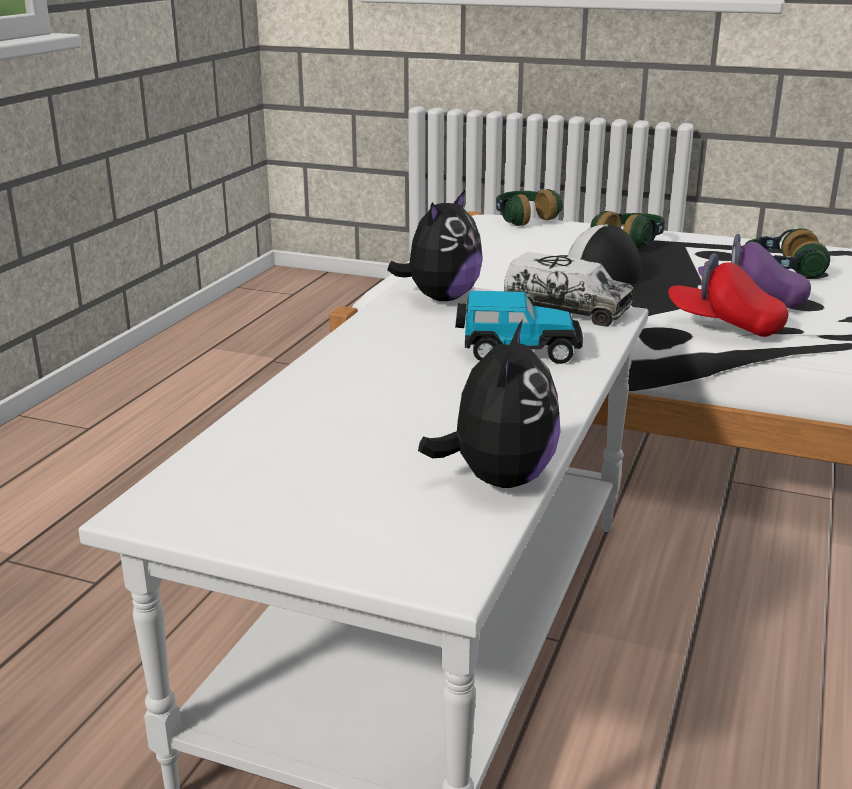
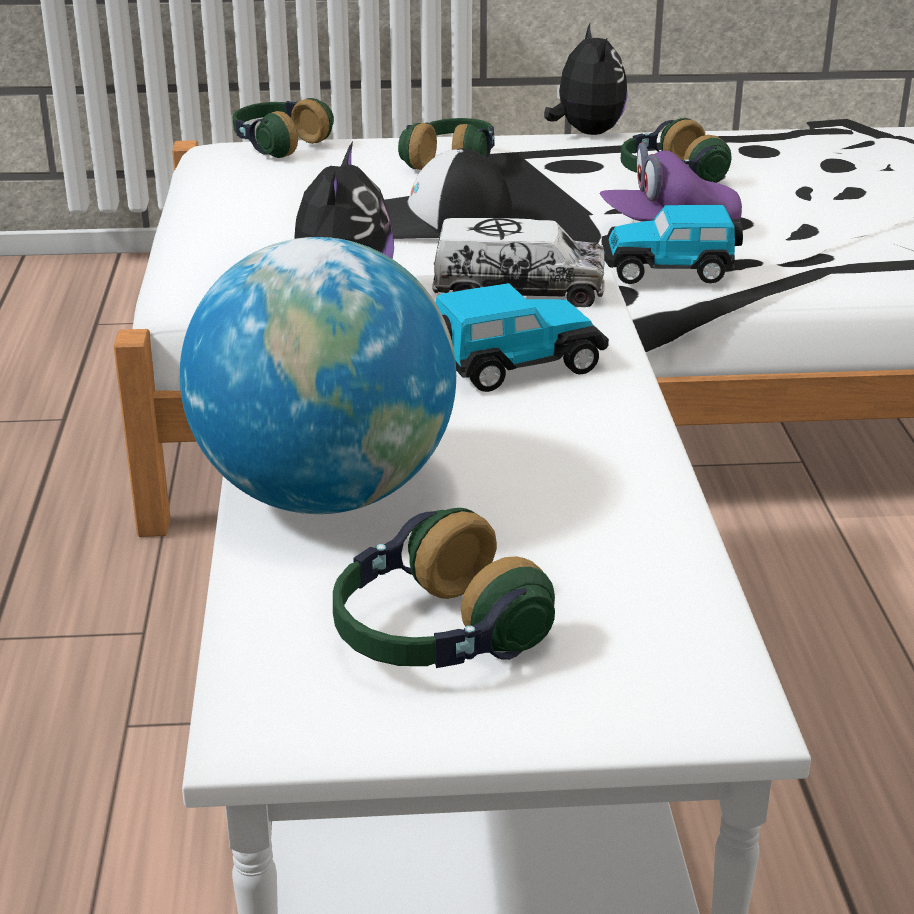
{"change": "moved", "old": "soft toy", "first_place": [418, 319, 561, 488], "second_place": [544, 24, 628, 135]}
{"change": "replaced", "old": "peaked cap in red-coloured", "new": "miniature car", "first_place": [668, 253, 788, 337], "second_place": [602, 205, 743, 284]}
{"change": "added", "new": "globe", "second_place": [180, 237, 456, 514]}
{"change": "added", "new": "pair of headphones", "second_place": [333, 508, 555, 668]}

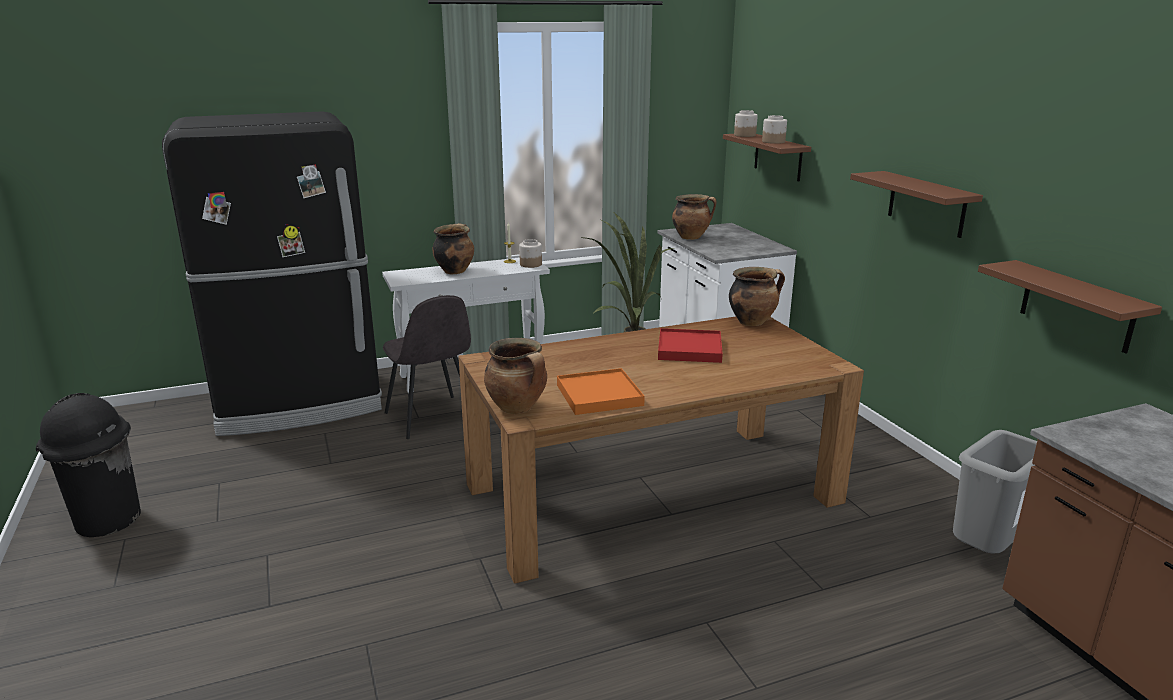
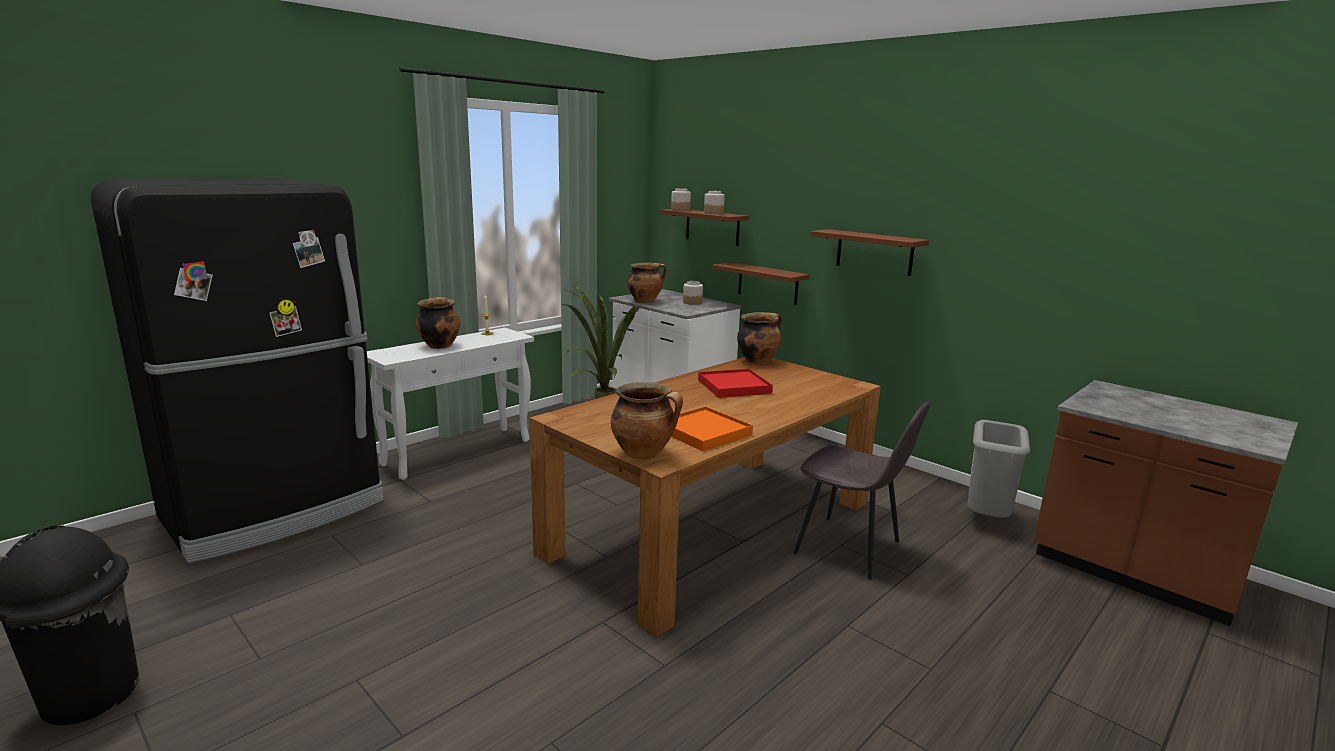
{"change": "moved", "old": "plain chair in grey", "first_place": [383, 295, 471, 439], "second_place": [794, 401, 931, 580]}
{"change": "moved", "old": "preserve jar", "first_place": [519, 239, 542, 268], "second_place": [683, 281, 703, 305]}
{"change": "moved", "old": "bracket shelf in brown-coloured", "first_place": [978, 260, 1162, 353], "second_place": [712, 262, 810, 305]}

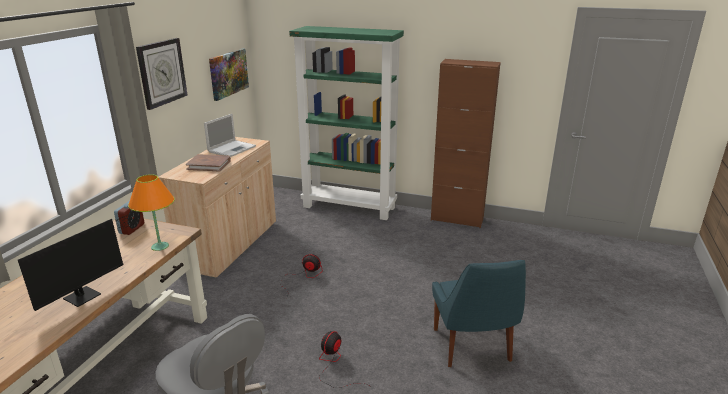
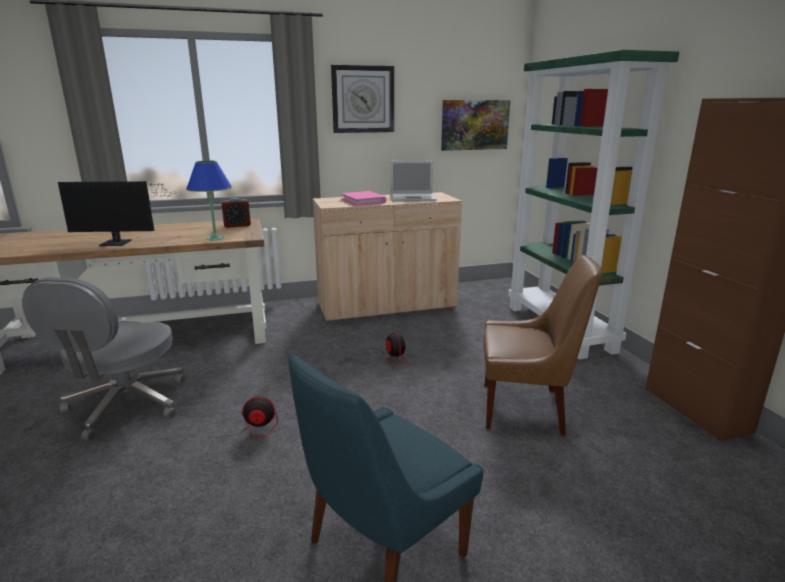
{"change": "recoloured", "old": "tabletop lamp in orangey", "new": "tabletop lamp in bluish", "first_place": [128, 174, 175, 251], "second_place": [186, 161, 232, 241]}
{"change": "recoloured", "old": "book in brown-coloured", "new": "book in pinkish", "first_place": [186, 154, 231, 172], "second_place": [341, 191, 386, 206]}
{"change": "added", "new": "plain chair in brown-coloured", "second_place": [483, 255, 602, 436]}

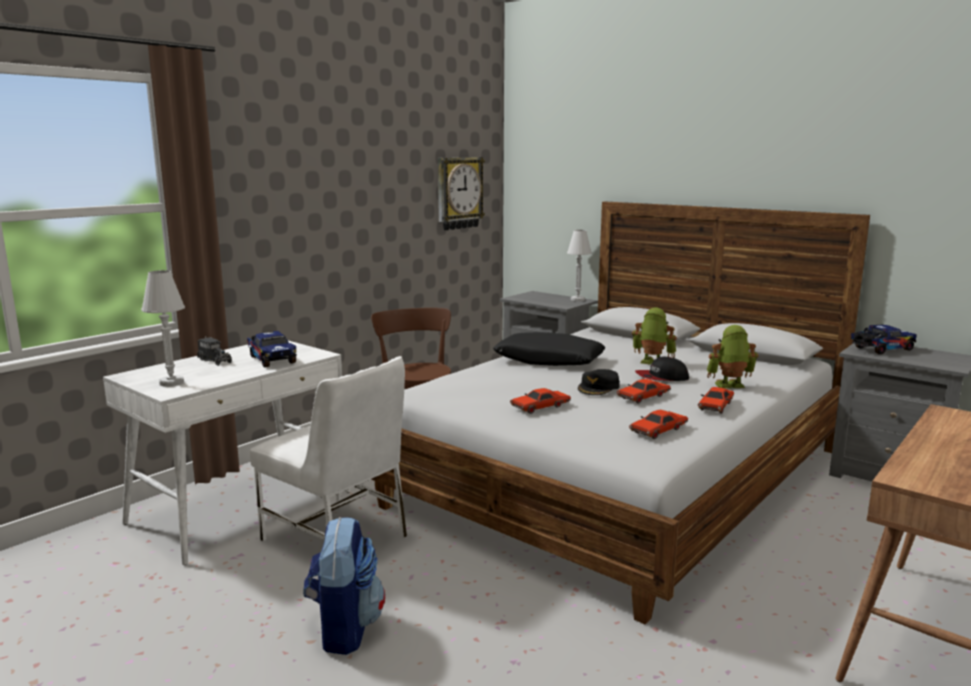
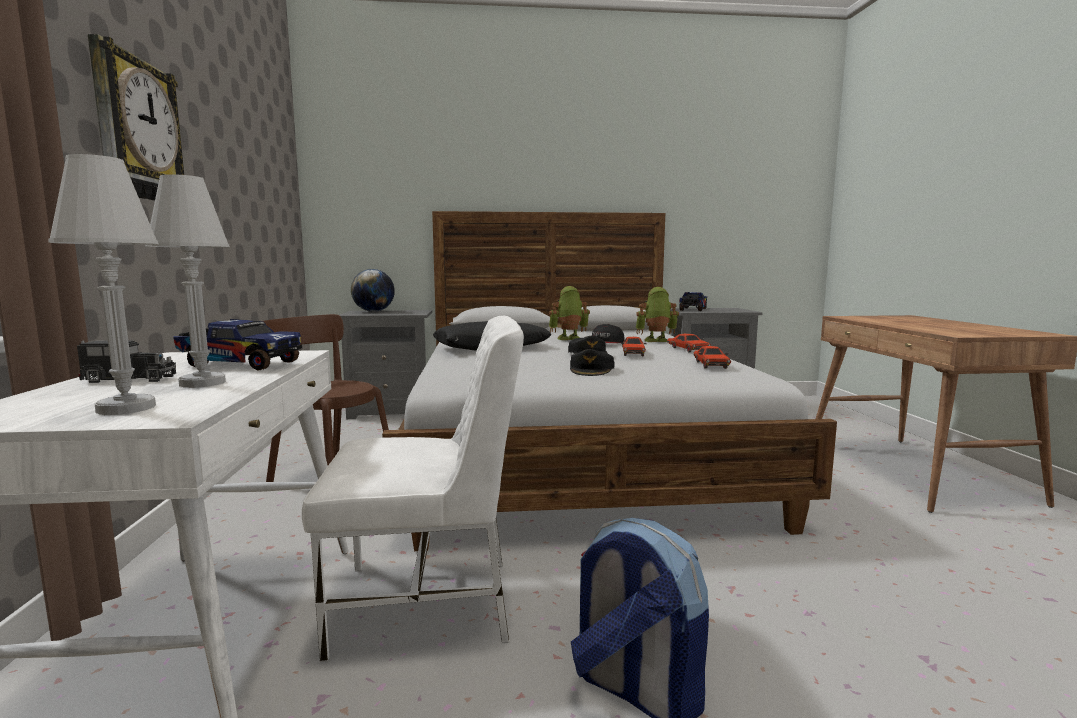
{"change": "moved", "old": "wall clock", "first_place": [438, 157, 485, 230], "second_place": [88, 34, 184, 200]}
{"change": "replaced", "old": "miniature car in red-coloured", "new": "peaked cap in blackish", "first_place": [510, 388, 571, 414], "second_place": [570, 349, 615, 376]}
{"change": "moved", "old": "tabletop lamp in white-coloured", "first_place": [567, 230, 592, 301], "second_place": [145, 174, 230, 388]}
{"change": "turned", "old": "toy robot", "first_place": [707, 325, 758, 389], "second_place": [636, 287, 679, 342], "degrees": 45}
{"change": "added", "new": "globe", "second_place": [351, 269, 395, 312]}

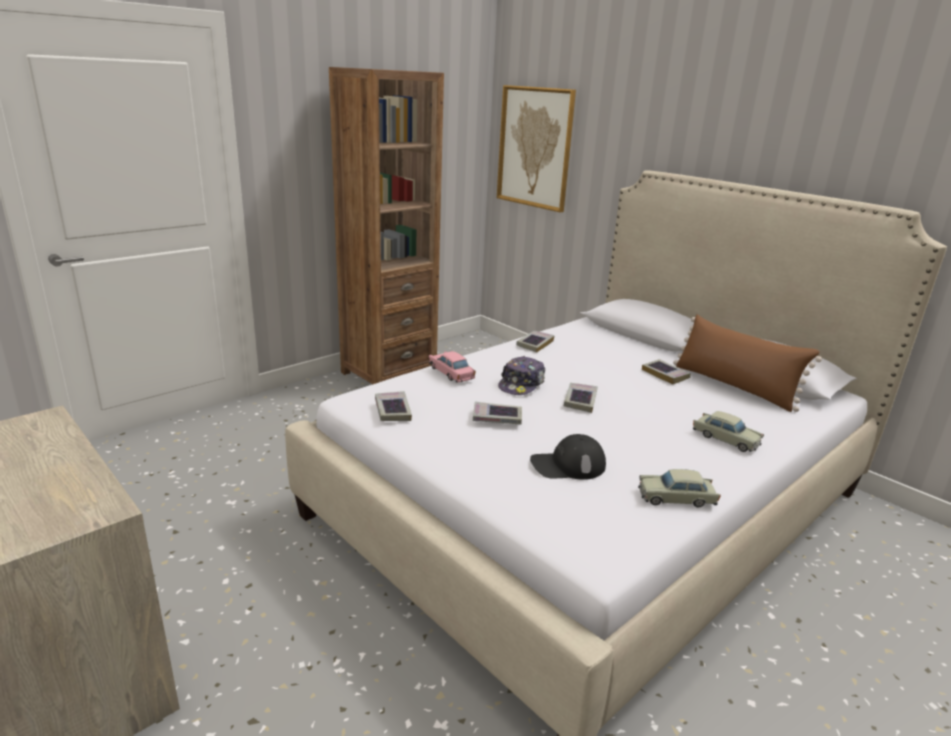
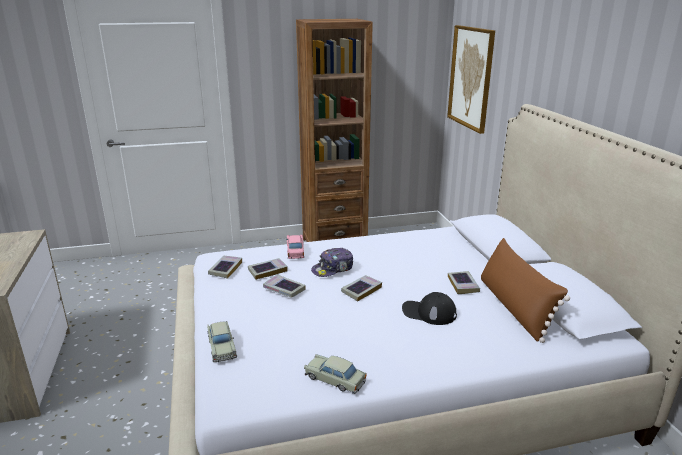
{"change": "moved", "old": "book", "first_place": [516, 331, 555, 353], "second_place": [248, 258, 288, 280]}
{"change": "moved", "old": "peaked cap in blackish", "first_place": [530, 434, 606, 480], "second_place": [402, 292, 457, 325]}
{"change": "moved", "old": "miniature car in beige", "first_place": [693, 411, 764, 452], "second_place": [207, 321, 237, 362]}

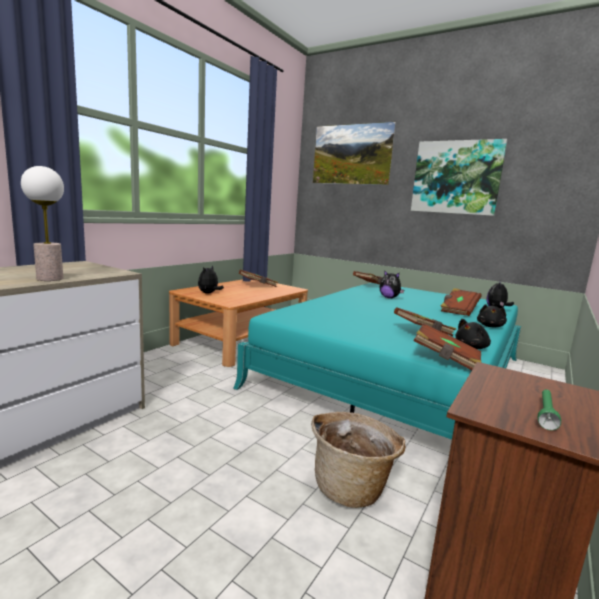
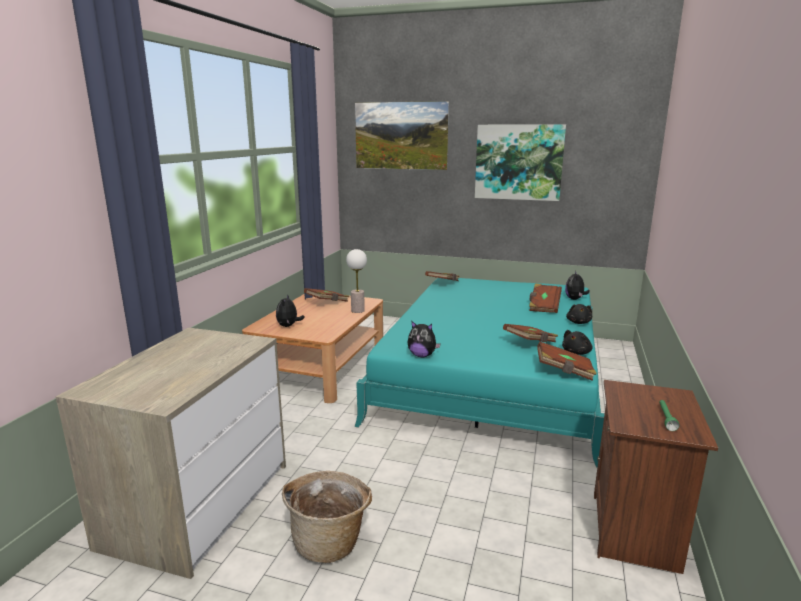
{"change": "moved", "old": "tabletop lamp", "first_place": [21, 166, 64, 281], "second_place": [346, 249, 367, 313]}
{"change": "moved", "old": "household basket", "first_place": [311, 412, 406, 508], "second_place": [282, 471, 372, 563]}
{"change": "moved", "old": "soft toy", "first_place": [380, 270, 404, 298], "second_place": [408, 321, 441, 357]}

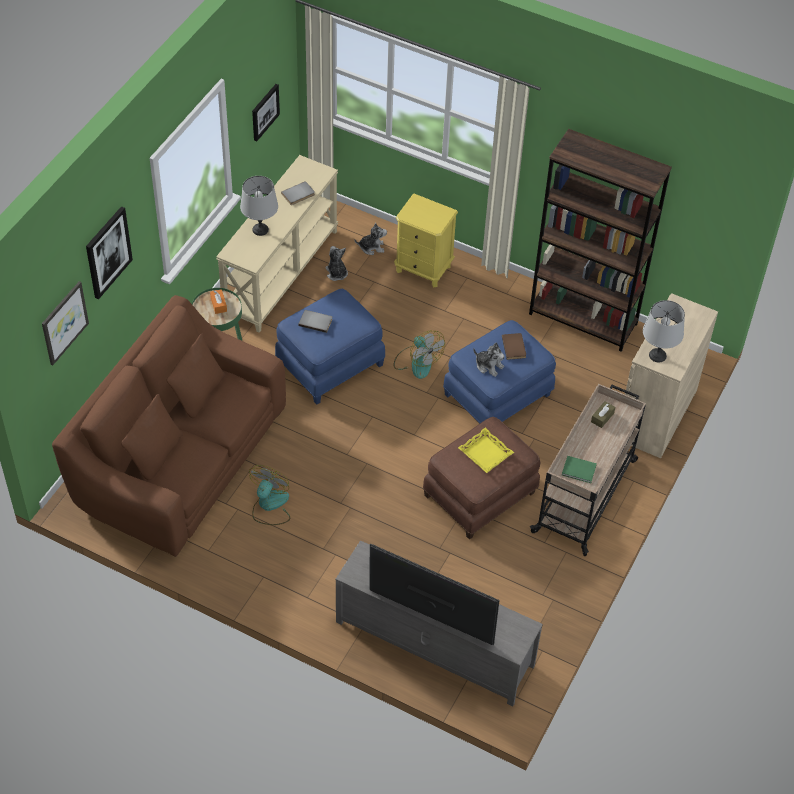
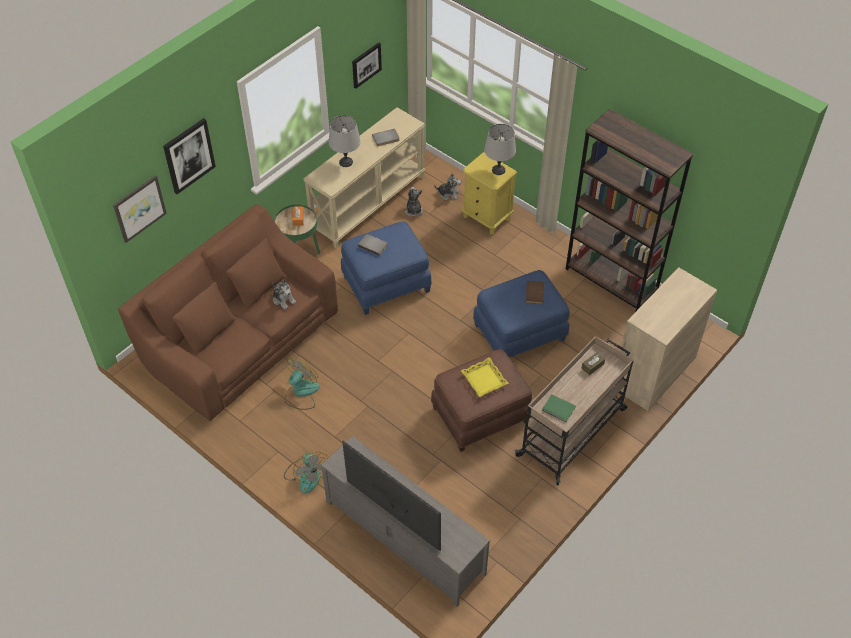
{"change": "moved", "old": "fan", "first_place": [394, 331, 445, 379], "second_place": [284, 451, 329, 493]}
{"change": "moved", "old": "soft toy", "first_place": [473, 342, 505, 377], "second_place": [272, 280, 296, 310]}
{"change": "moved", "old": "tabletop lamp in grey", "first_place": [643, 300, 685, 363], "second_place": [484, 124, 516, 175]}

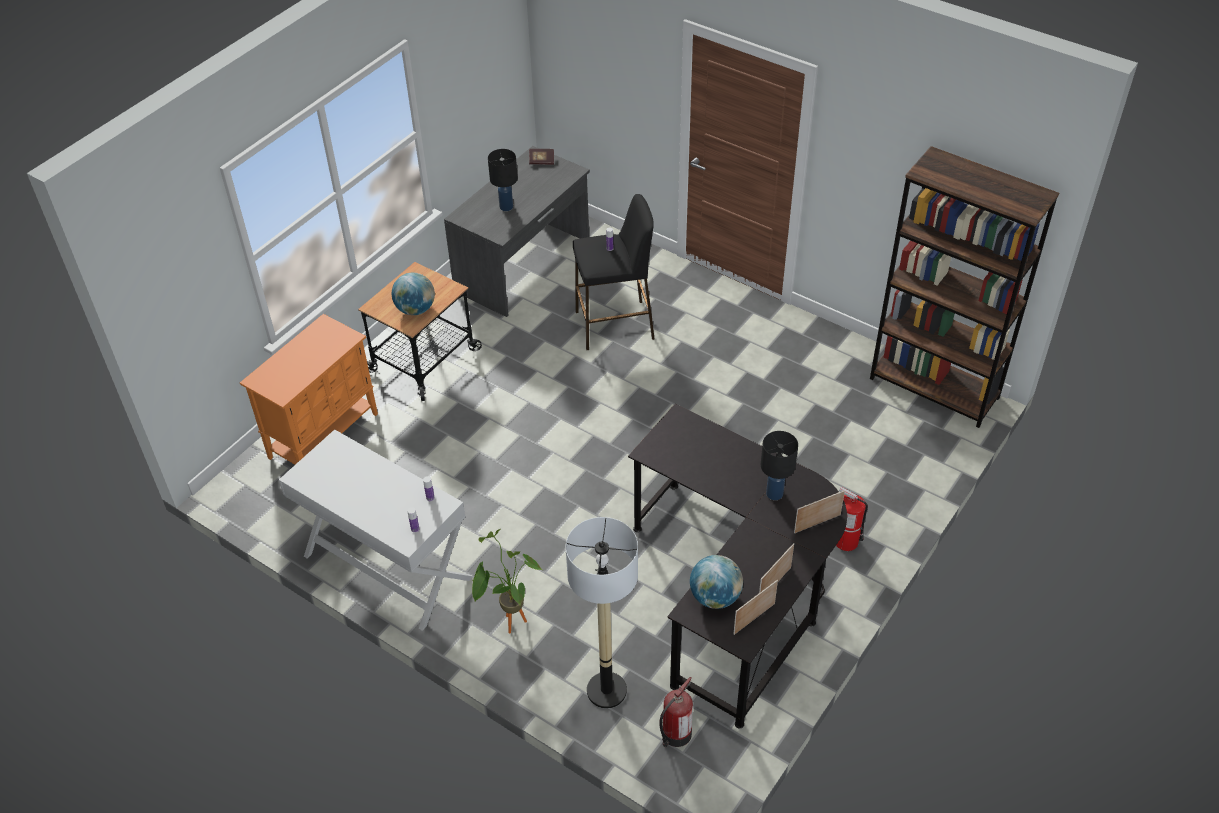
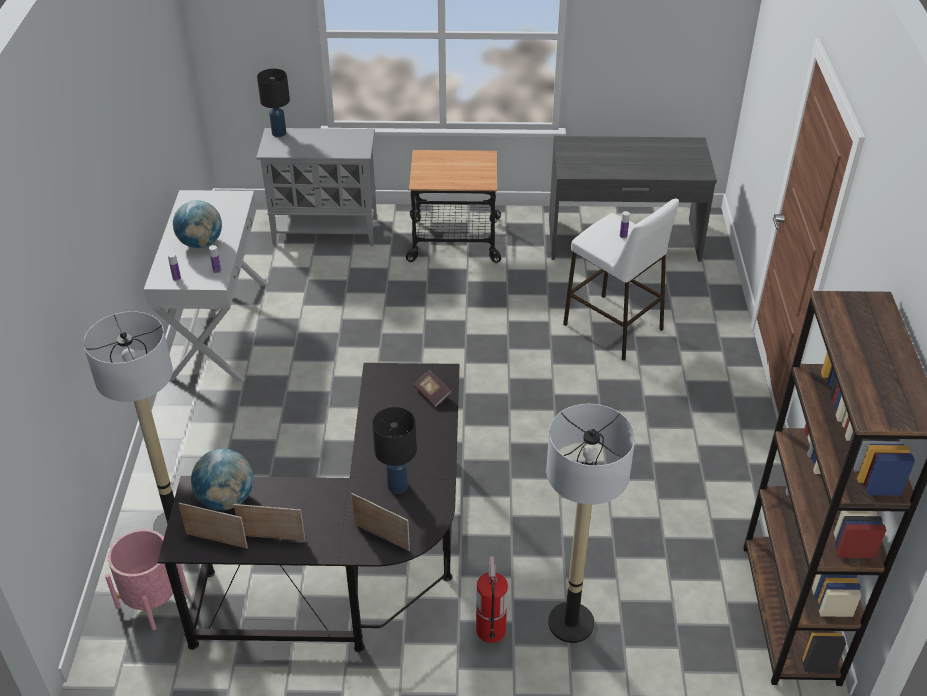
{"change": "recoloured", "old": "storage cabinet in orangey", "new": "storage cabinet in grey", "first_place": [240, 314, 378, 465], "second_place": [256, 128, 377, 246]}
{"change": "moved", "old": "globe", "first_place": [392, 272, 435, 315], "second_place": [173, 200, 222, 248]}
{"change": "removed", "old": "potted plant", "first_place": [472, 529, 542, 634]}
{"change": "moved", "old": "tabletop lamp in blackish", "first_place": [488, 149, 518, 211], "second_place": [257, 69, 290, 137]}
{"change": "moved", "old": "book", "first_place": [529, 149, 554, 165], "second_place": [414, 369, 451, 407]}
{"change": "recoloured", "old": "stool seat in blackish", "new": "stool seat in white-coloured", "first_place": [573, 194, 655, 350], "second_place": [563, 198, 679, 361]}
{"change": "replaced", "old": "fire-fighting cylinder", "new": "plant pot in pinkish", "first_place": [659, 677, 693, 747], "second_place": [105, 529, 189, 630]}
{"change": "added", "new": "standing lamp", "second_place": [546, 404, 635, 643]}

